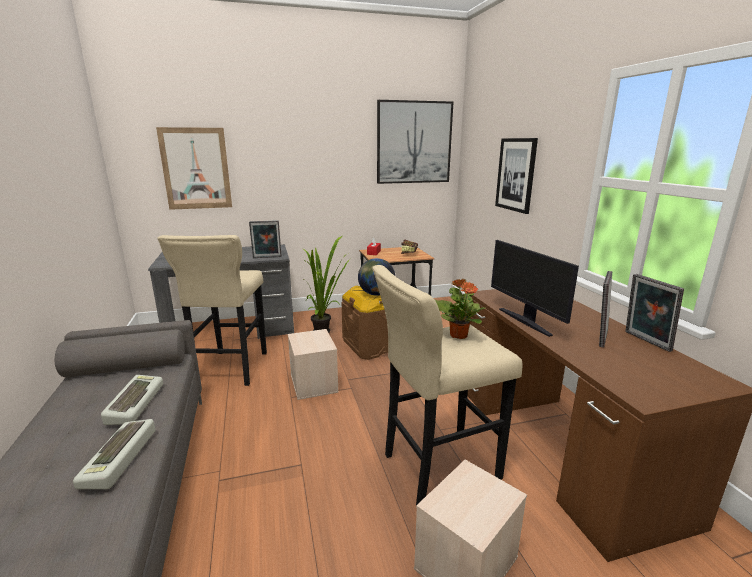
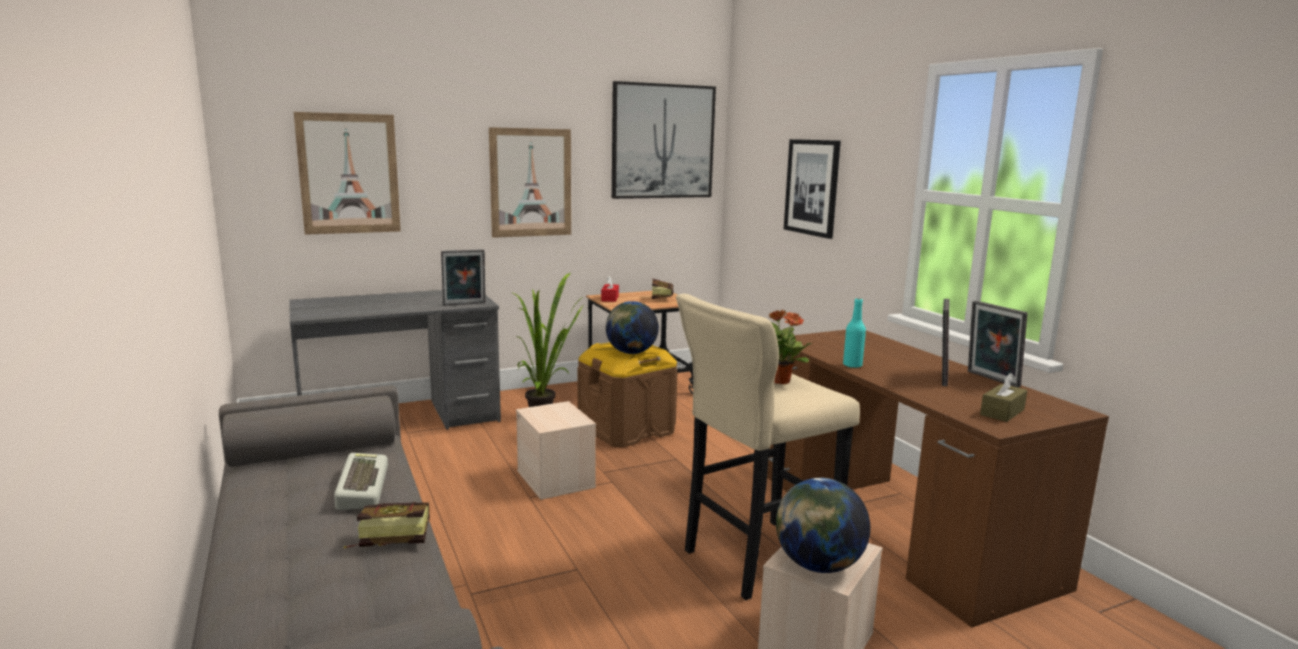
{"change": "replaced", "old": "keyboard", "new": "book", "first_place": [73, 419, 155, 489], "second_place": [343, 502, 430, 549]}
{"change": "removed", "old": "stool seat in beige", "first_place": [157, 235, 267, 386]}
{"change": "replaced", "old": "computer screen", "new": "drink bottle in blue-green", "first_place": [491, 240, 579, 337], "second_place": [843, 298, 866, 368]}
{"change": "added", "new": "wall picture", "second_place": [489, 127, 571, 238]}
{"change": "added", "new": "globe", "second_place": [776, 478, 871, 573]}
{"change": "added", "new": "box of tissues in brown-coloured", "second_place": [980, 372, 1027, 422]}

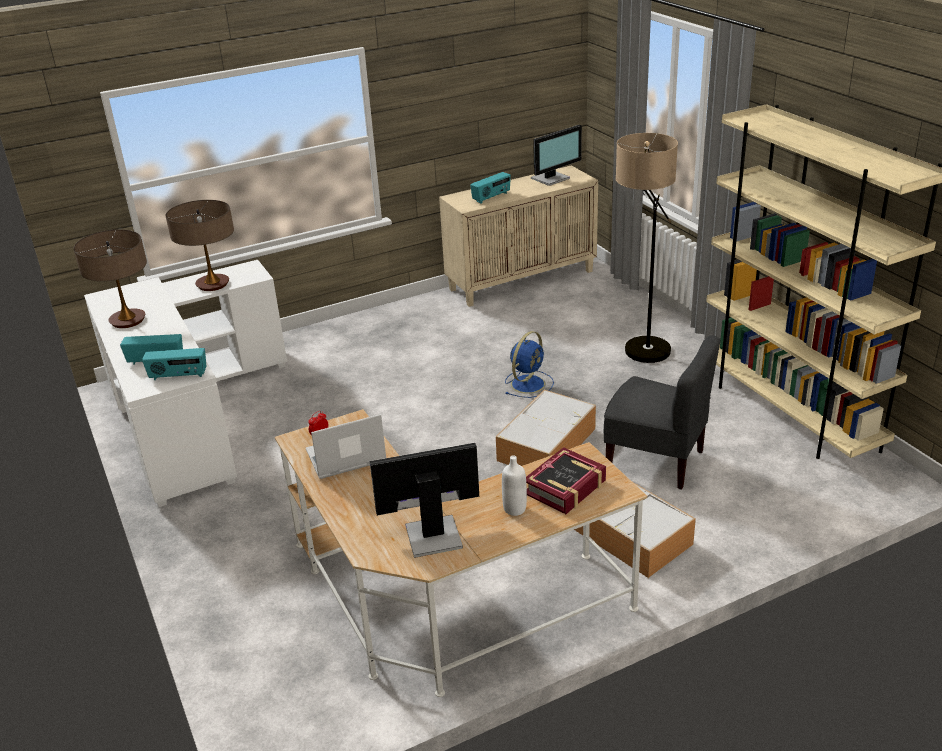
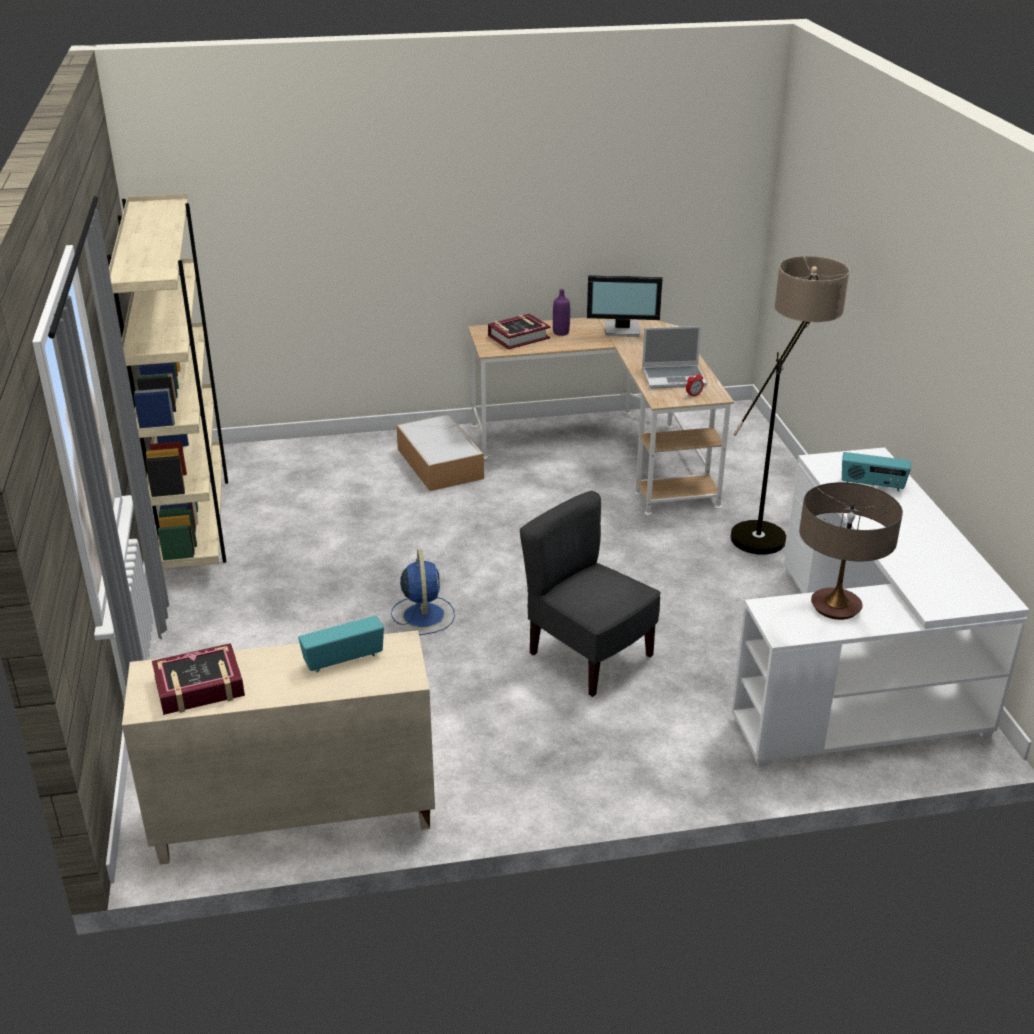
{"change": "removed", "old": "tabletop lamp", "first_place": [73, 229, 147, 328]}
{"change": "removed", "old": "radio", "first_place": [142, 348, 206, 380]}
{"change": "removed", "old": "storage container", "first_place": [496, 390, 596, 466]}
{"change": "recoloured", "old": "drink bottle in white-coloured", "new": "drink bottle in purple-coloured", "first_place": [502, 455, 527, 516], "second_place": [553, 289, 570, 336]}
{"change": "turned", "old": "fan in bluish", "first_place": [505, 331, 554, 398], "second_place": [391, 549, 455, 635], "degrees": 120}
{"change": "replaced", "old": "computer screen", "new": "book", "first_place": [531, 125, 582, 186], "second_place": [152, 643, 245, 715]}
{"change": "moved", "old": "plain chair in grey", "first_place": [604, 335, 720, 489], "second_place": [520, 491, 661, 697]}
{"change": "moved", "old": "standing lamp", "first_place": [616, 133, 678, 363], "second_place": [730, 256, 850, 555]}

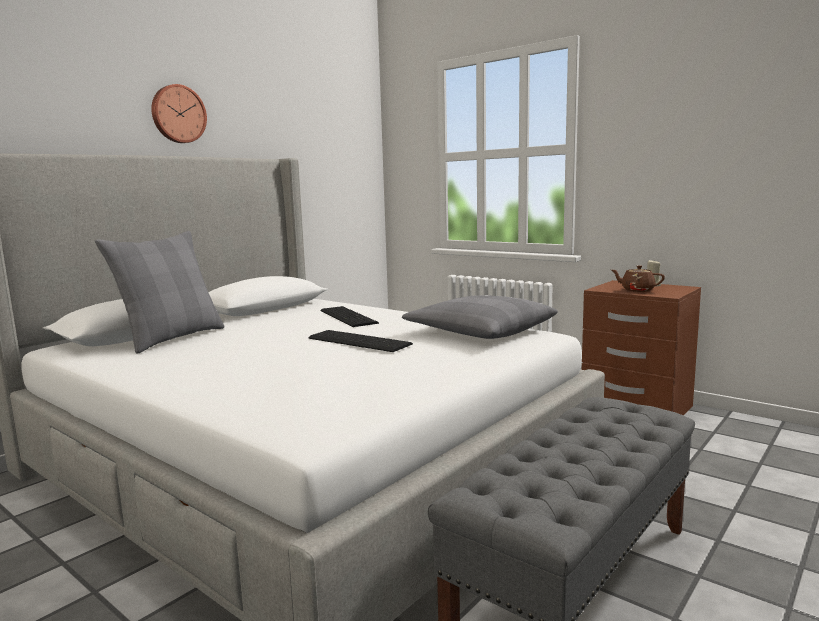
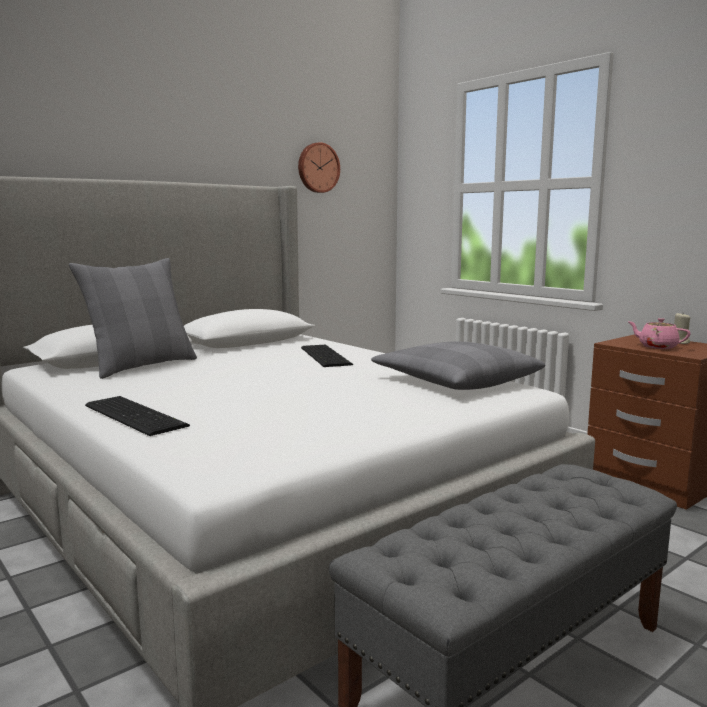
{"change": "moved", "old": "wall clock", "first_place": [151, 84, 207, 143], "second_place": [298, 142, 340, 193]}
{"change": "moved", "old": "keyboard", "first_place": [309, 330, 413, 352], "second_place": [85, 396, 190, 436]}
{"change": "recoloured", "old": "pot for tea in brown-coloured", "new": "pot for tea in pinkish", "first_place": [612, 265, 665, 292], "second_place": [627, 318, 691, 349]}

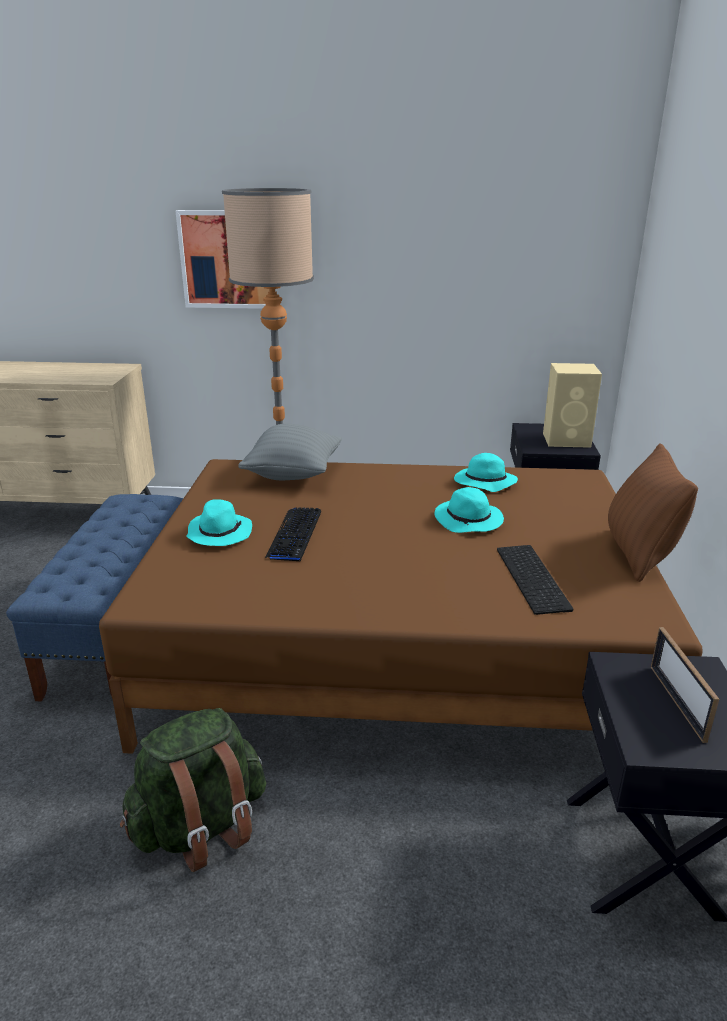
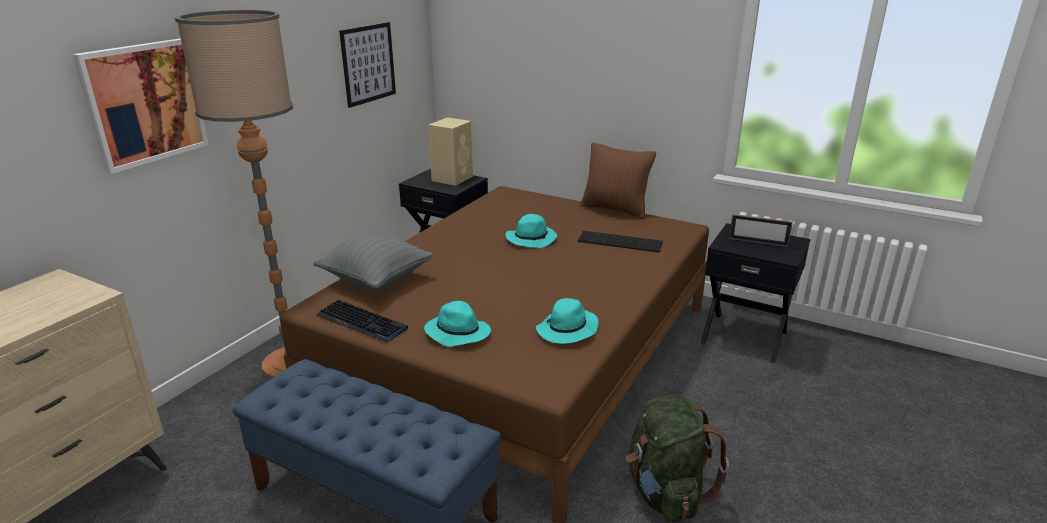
{"change": "moved", "old": "keyboard", "first_place": [265, 507, 321, 561], "second_place": [316, 299, 408, 342]}
{"change": "moved", "old": "wearable hat in blue-green", "first_place": [454, 453, 518, 492], "second_place": [536, 298, 598, 344]}
{"change": "added", "new": "wall picture", "second_place": [339, 22, 396, 108]}

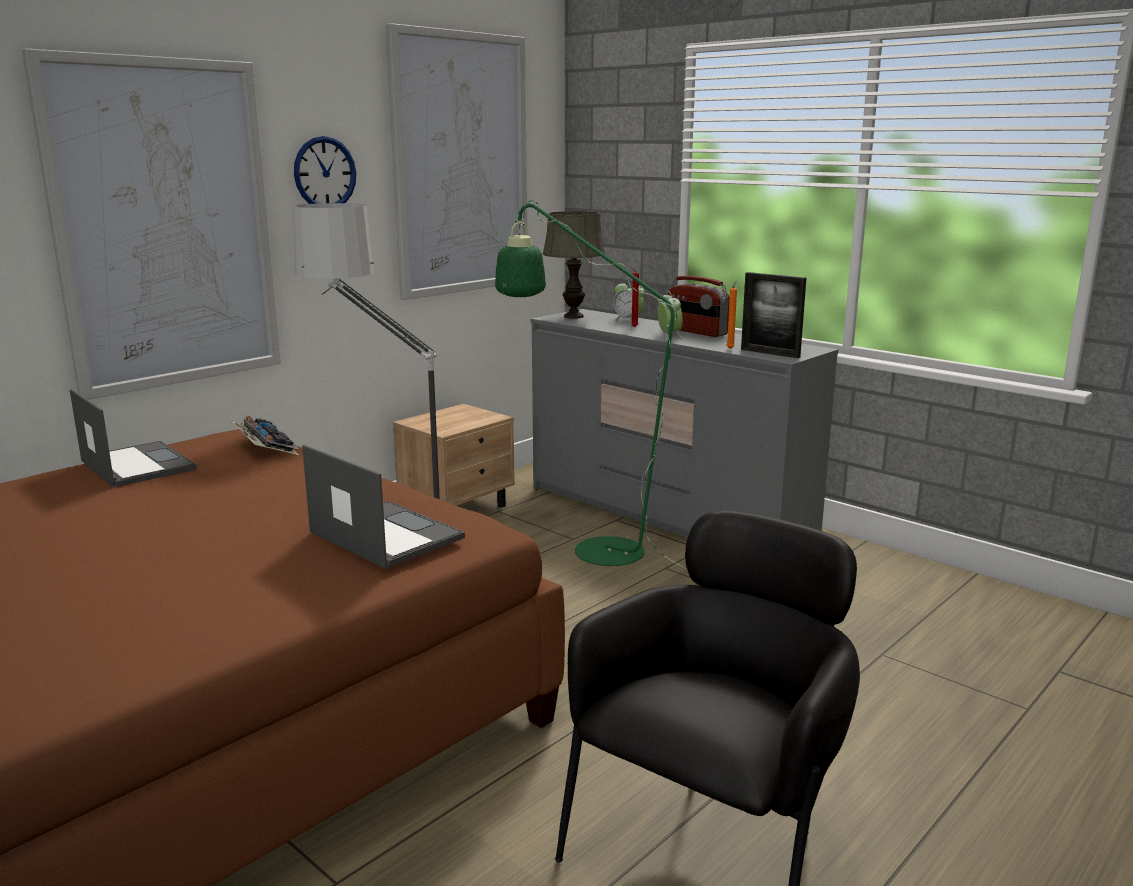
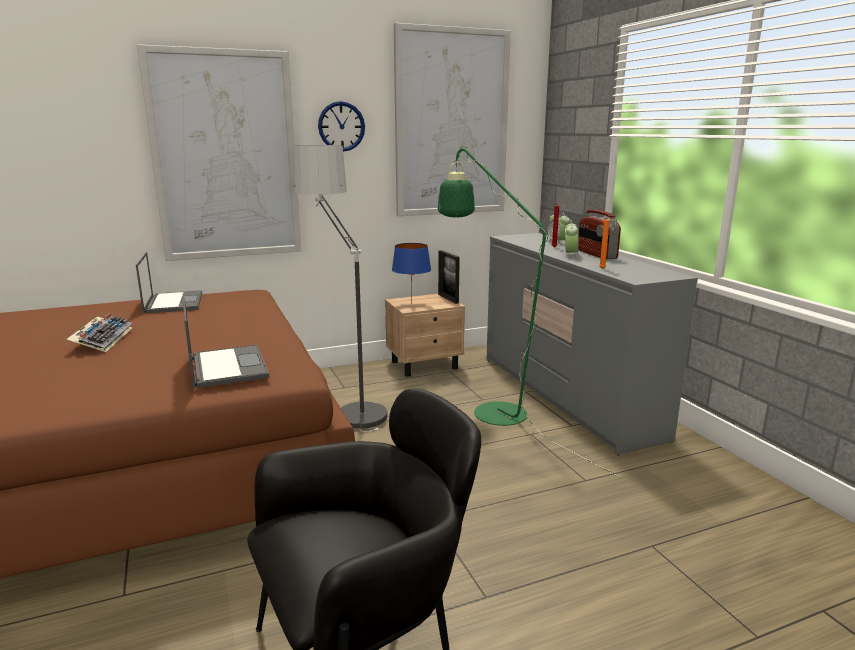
{"change": "moved", "old": "keyboard", "first_place": [231, 416, 299, 455], "second_place": [66, 314, 132, 352]}
{"change": "removed", "old": "tabletop lamp in grey", "first_place": [543, 211, 605, 319]}
{"change": "moved", "old": "picture frame", "first_place": [741, 272, 806, 358], "second_place": [438, 250, 460, 304]}
{"change": "added", "new": "tabletop lamp in bluish", "second_place": [392, 243, 431, 295]}

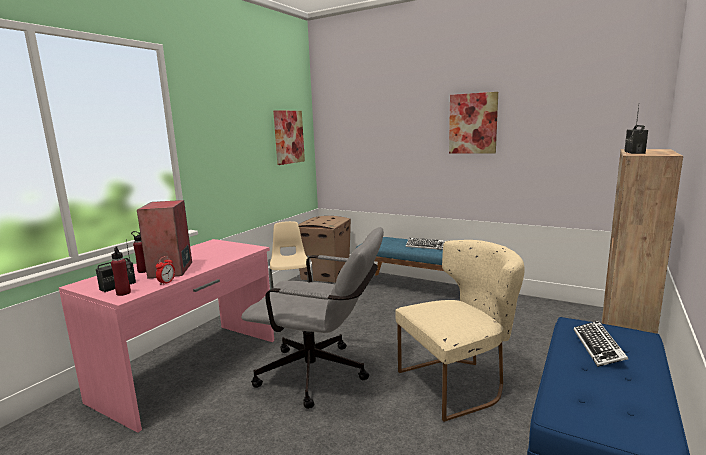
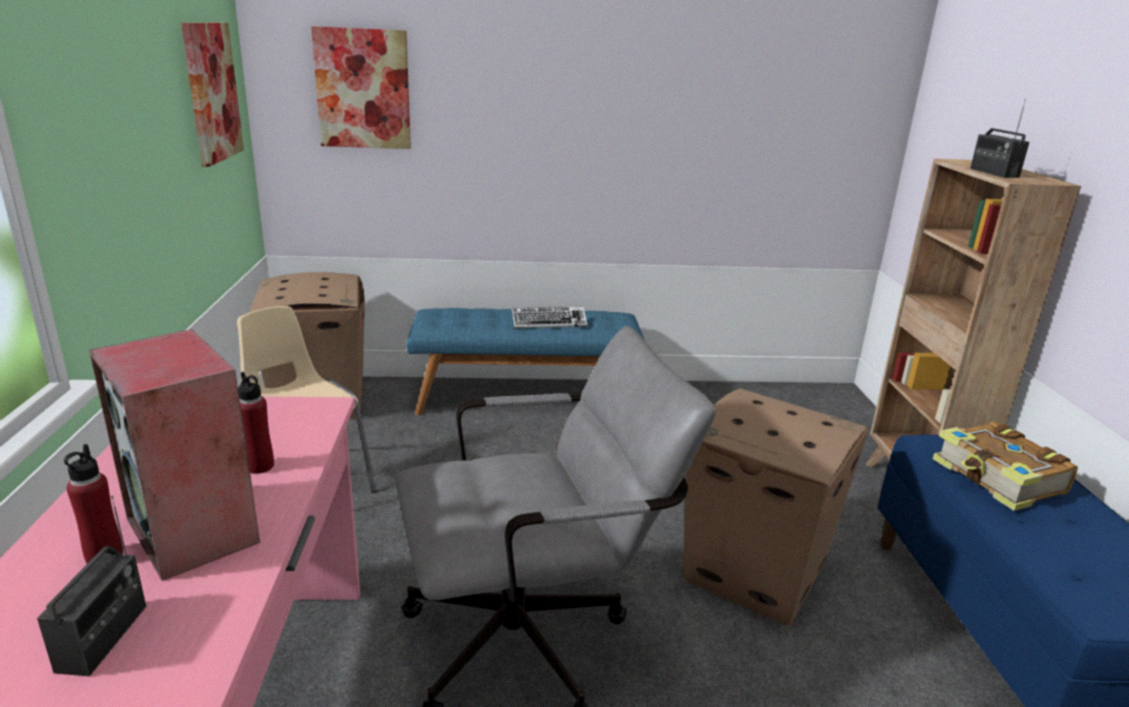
{"change": "moved", "old": "drink bottle in red-coloured", "first_place": [111, 246, 131, 296], "second_place": [238, 372, 274, 474]}
{"change": "removed", "old": "alarm clock", "first_place": [156, 256, 175, 285]}
{"change": "replaced", "old": "plain chair in beige", "new": "packing box", "first_place": [395, 240, 525, 422], "second_place": [683, 388, 869, 627]}
{"change": "moved", "old": "wall picture", "first_place": [449, 92, 498, 153], "second_place": [311, 26, 411, 149]}
{"change": "replaced", "old": "keyboard", "new": "book", "first_place": [574, 321, 628, 367], "second_place": [933, 422, 1078, 511]}

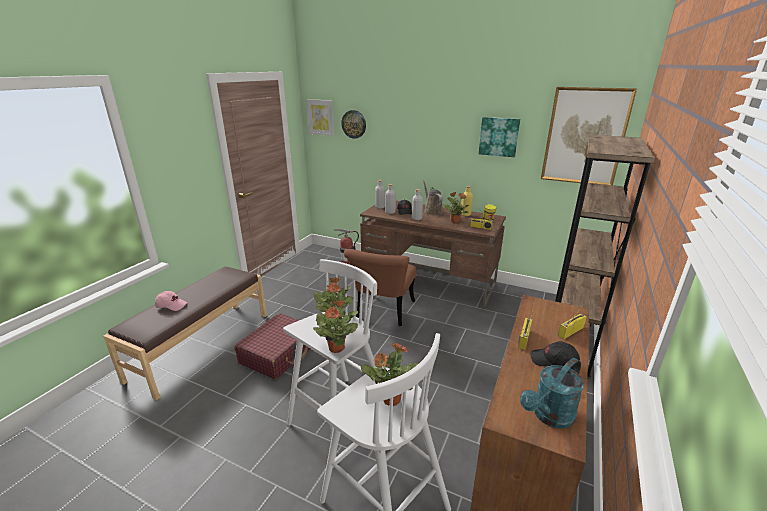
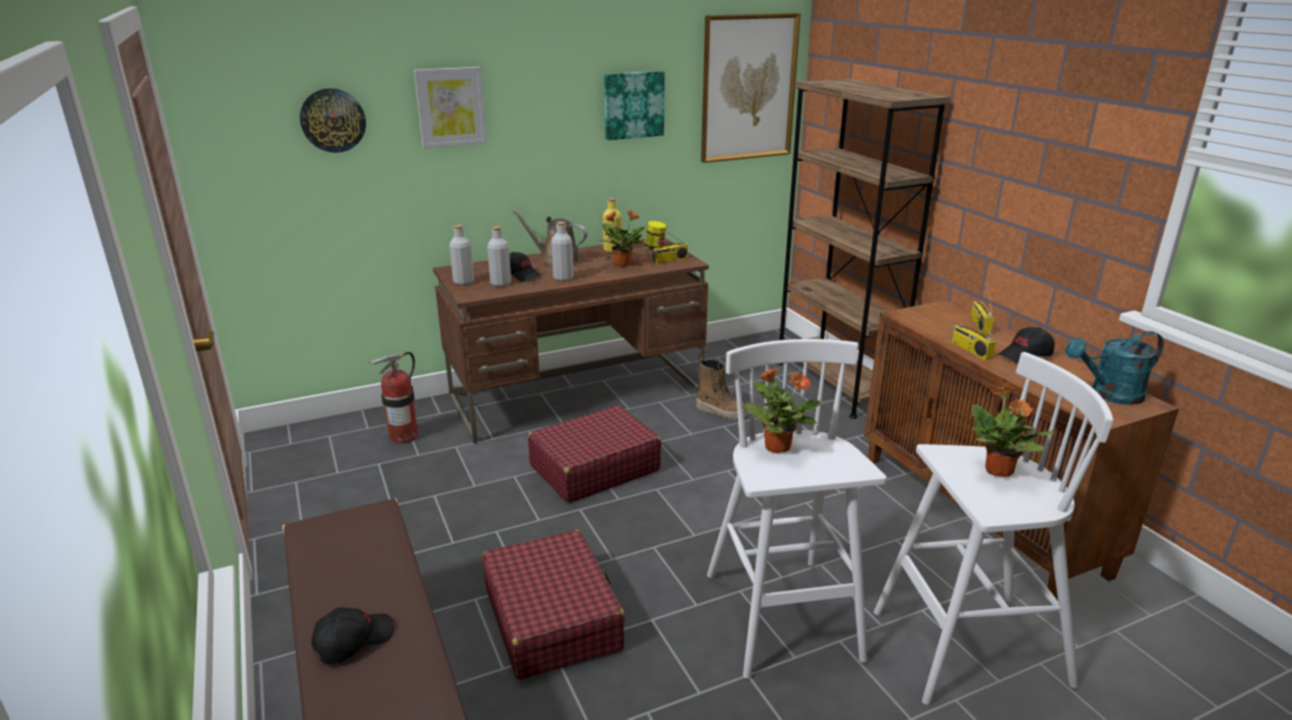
{"change": "recoloured", "old": "peaked cap in pinkish", "new": "peaked cap in blackish", "first_place": [155, 291, 187, 311], "second_place": [311, 607, 394, 664]}
{"change": "moved", "old": "wall picture", "first_place": [307, 99, 334, 136], "second_place": [414, 67, 487, 148]}
{"change": "removed", "old": "potted plant", "first_place": [313, 300, 358, 353]}
{"change": "replaced", "old": "plain chair in brown-coloured", "new": "piece of luggage in red-coloured", "first_place": [344, 249, 416, 326], "second_place": [528, 405, 661, 503]}
{"change": "turned", "old": "watering can in blue-green", "first_place": [520, 358, 584, 429], "second_place": [1065, 331, 1164, 405], "degrees": 75}
{"change": "added", "new": "high-top boot", "second_place": [696, 358, 748, 420]}

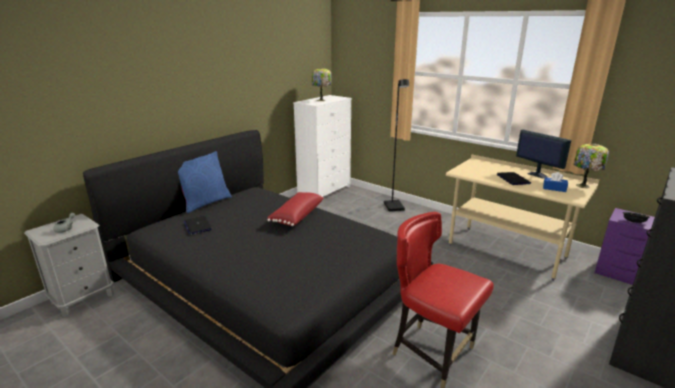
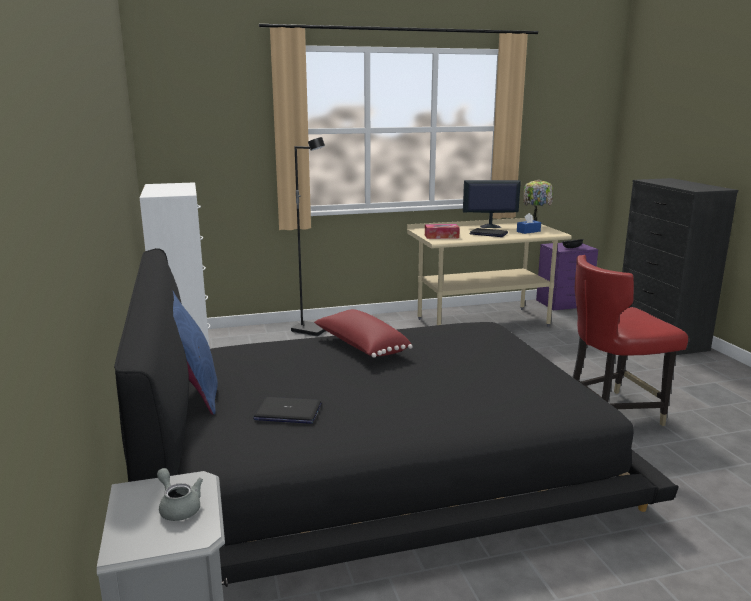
{"change": "removed", "old": "tabletop lamp", "first_place": [312, 68, 331, 101]}
{"change": "added", "new": "box of tissues", "second_place": [425, 224, 460, 239]}

